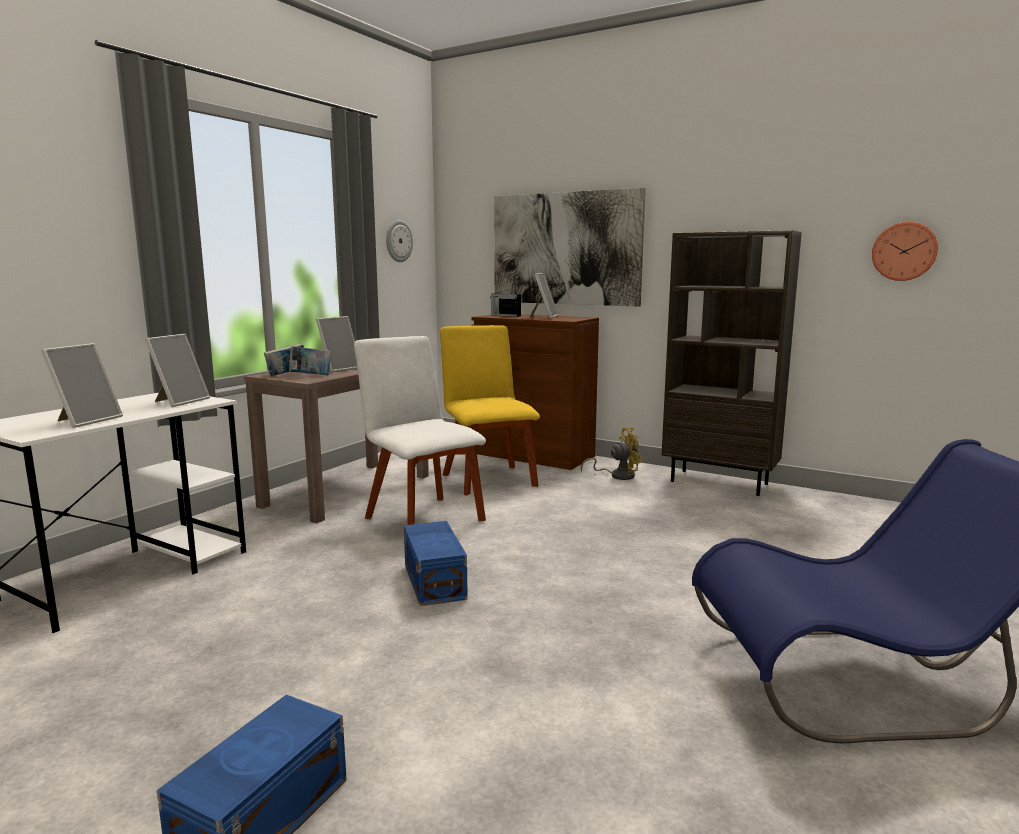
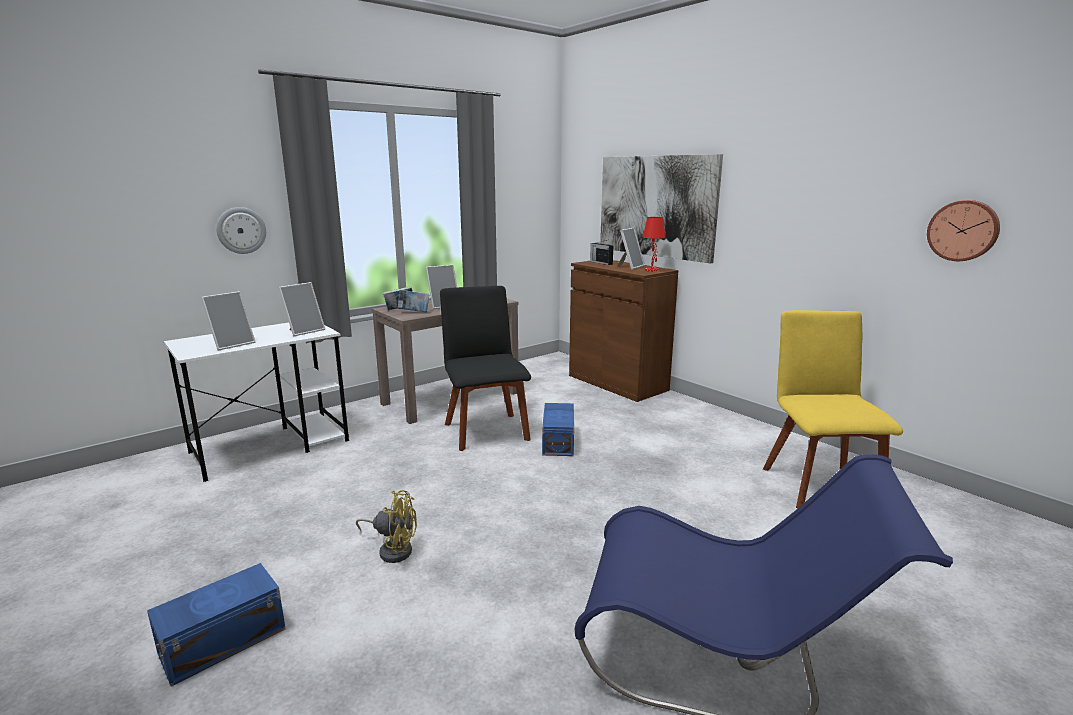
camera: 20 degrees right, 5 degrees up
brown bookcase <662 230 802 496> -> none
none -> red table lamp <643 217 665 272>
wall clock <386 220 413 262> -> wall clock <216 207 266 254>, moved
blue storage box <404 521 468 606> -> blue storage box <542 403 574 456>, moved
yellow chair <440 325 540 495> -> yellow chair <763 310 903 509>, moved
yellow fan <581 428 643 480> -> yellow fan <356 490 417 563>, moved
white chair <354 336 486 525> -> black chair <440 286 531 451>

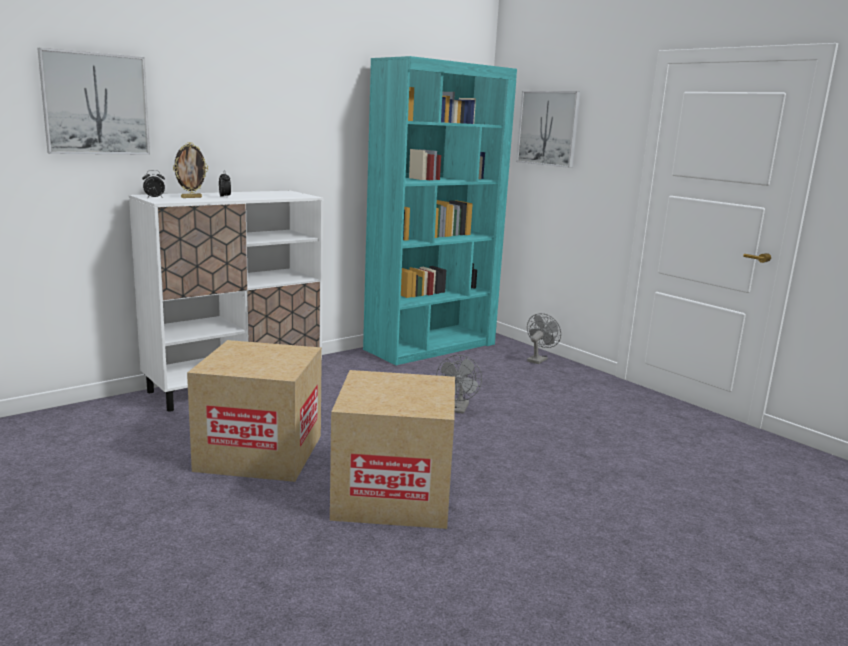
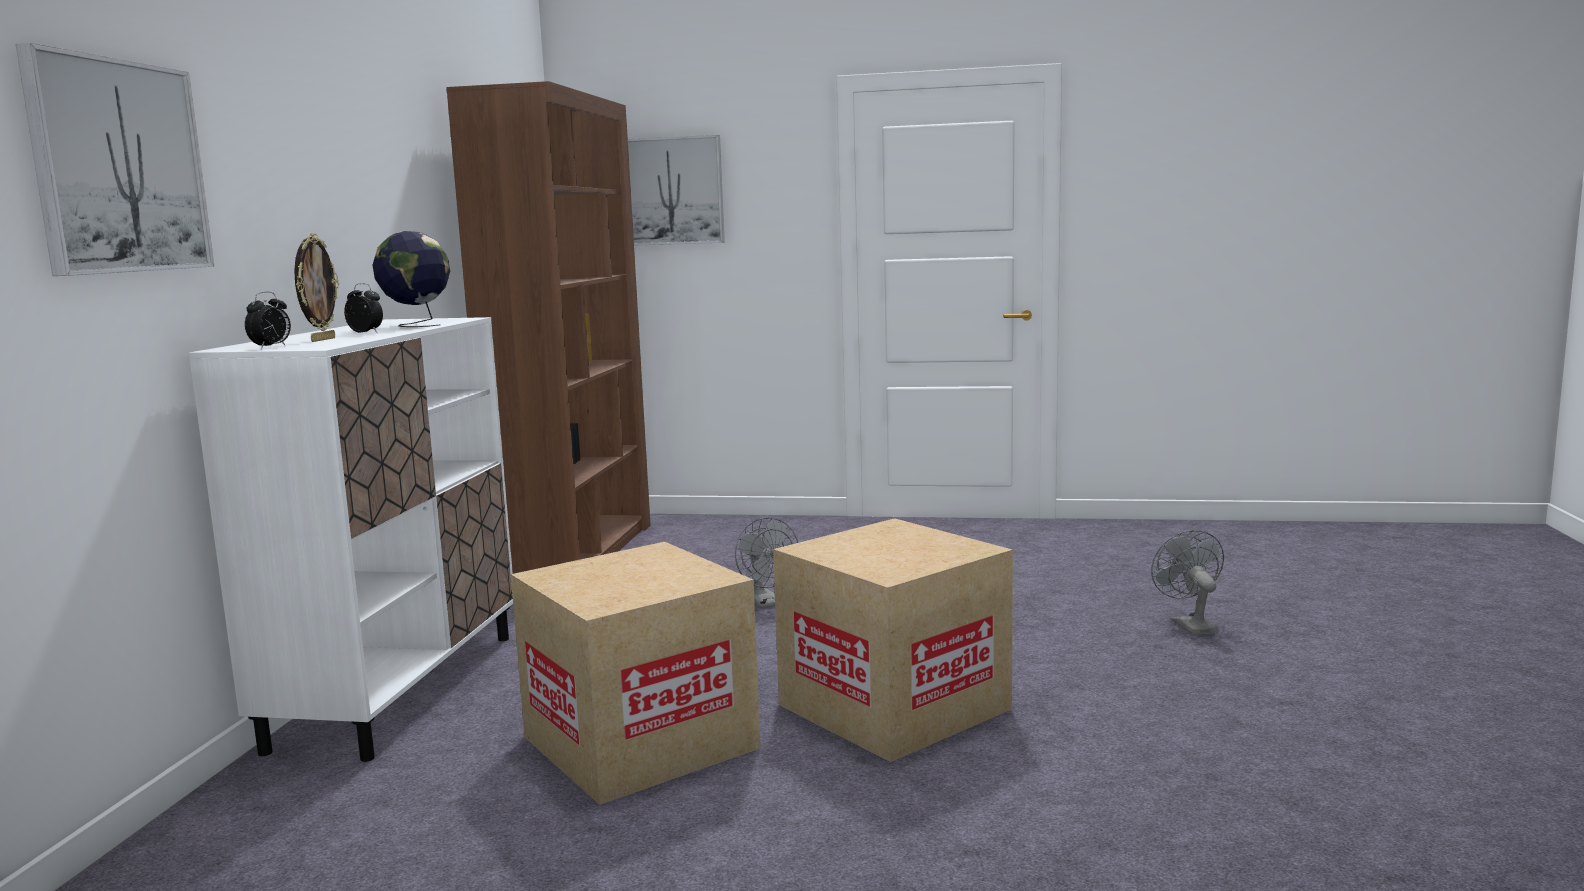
camera: 40 degrees left, 5 degrees down
none -> globe <372 231 450 327>
grey fan <527 313 561 364> -> grey fan <1151 530 1224 635>, moved
turquoise bookcase <363 56 517 365> -> brown bookcase <446 81 651 574>

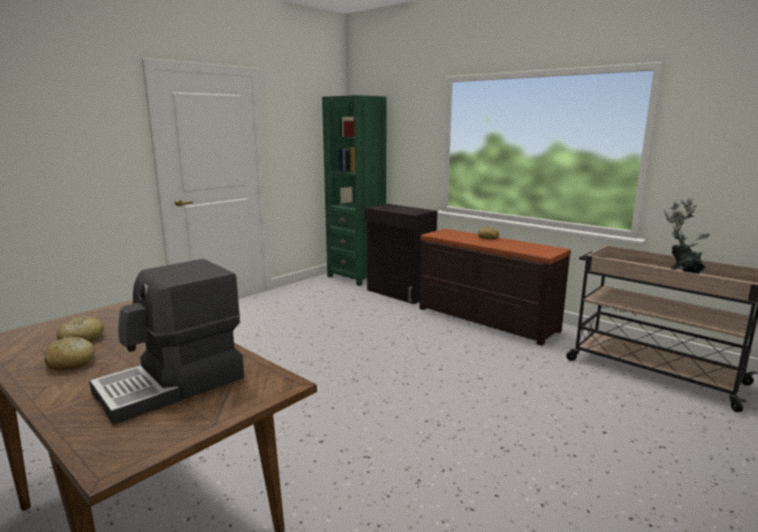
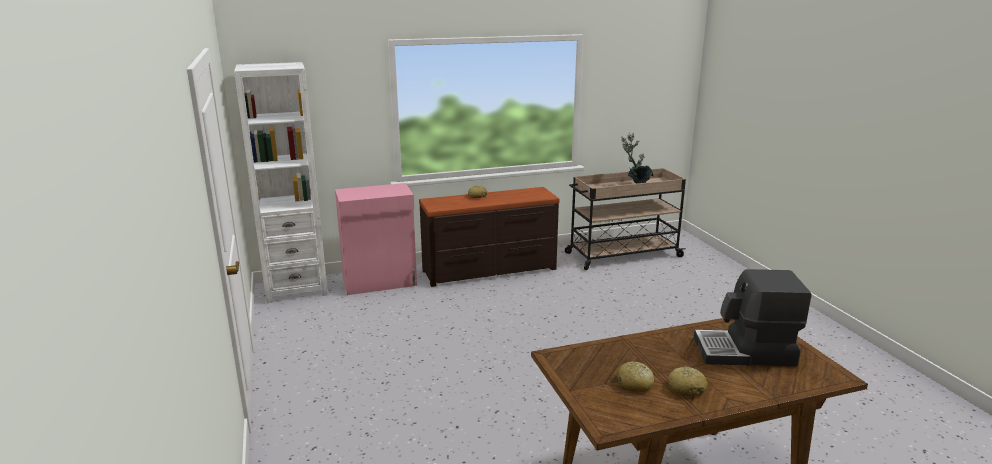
camera: 60 degrees left, 5 degrees up
green bookcase <322 95 387 286> -> white bookcase <234 62 328 303>
black cabinet <365 204 437 304> -> pink cabinet <335 183 417 295>
coffee machine <89 259 244 425> -> coffee machine <694 269 812 366>, 105 degrees clockwise

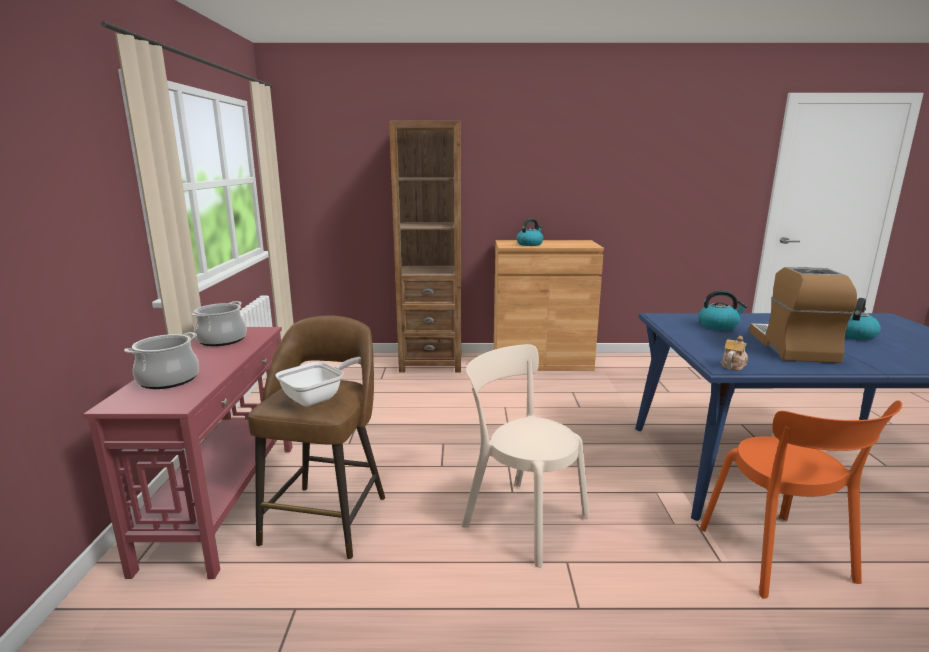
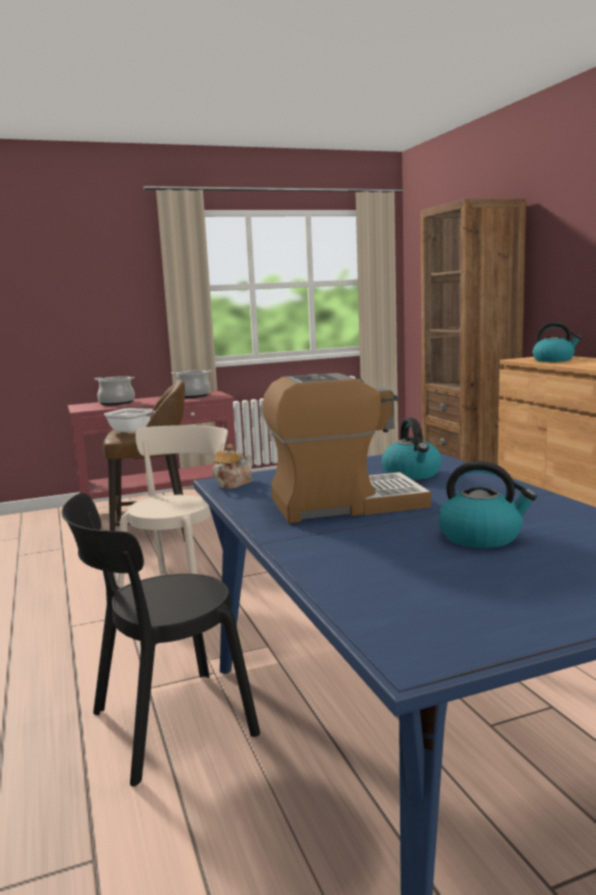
camera: 70 degrees right, 5 degrees down
orange chair <700 400 902 599> -> black chair <61 493 260 787>
teapot <720 336 748 371> -> teapot <212 444 252 489>, 75 degrees counterclockwise

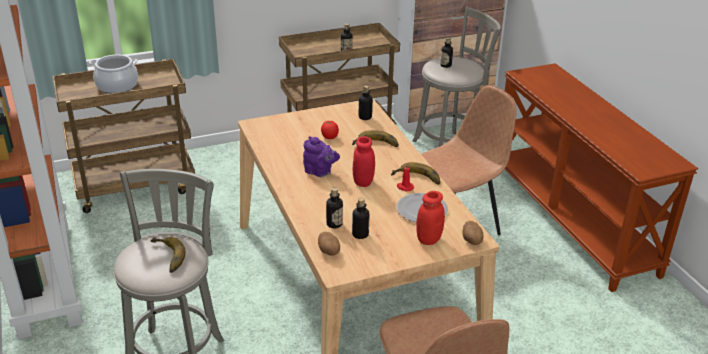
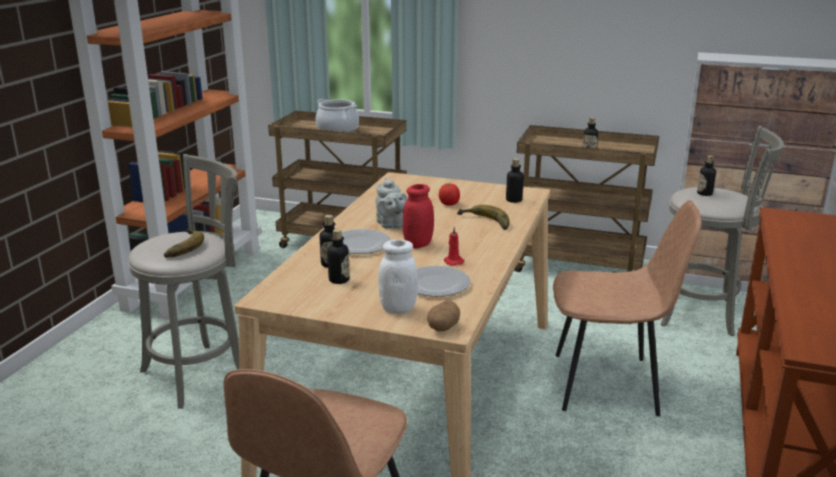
camera: 40 degrees right, 10 degrees down
potato <318 232 340 256> -> none
banana <391 162 440 185> -> none
none -> plate <342 229 391 254>
purple teapot <303 136 340 177> -> grey teapot <376 177 408 229>
red jar <416 191 445 245> -> white jar <378 240 418 314>

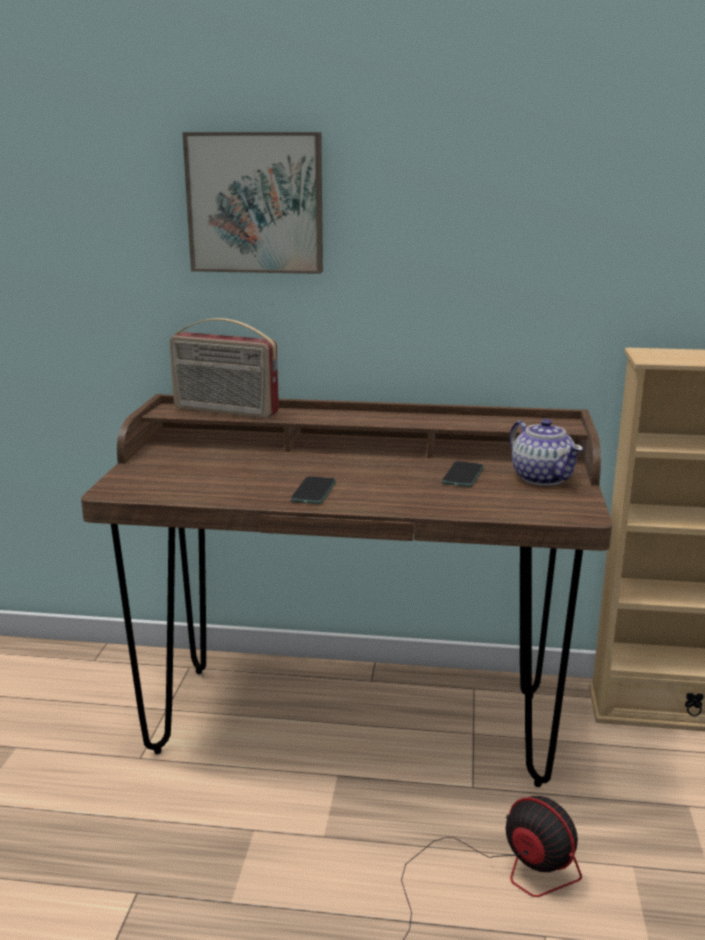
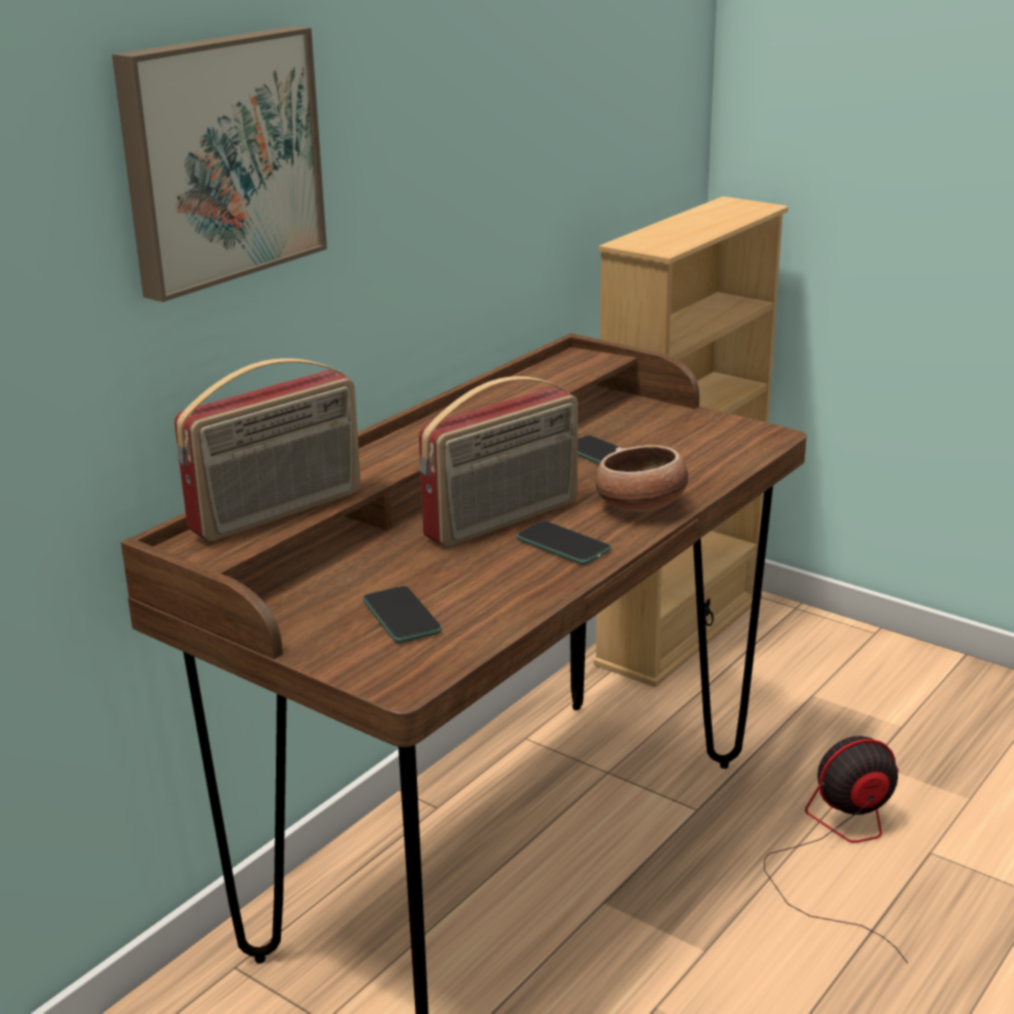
camera: 60 degrees left, 5 degrees up
teapot <510 419 583 486> -> none
none -> phone <363 586 442 643>
none -> radio <419 376 578 547>
none -> bowl <596 445 688 512>

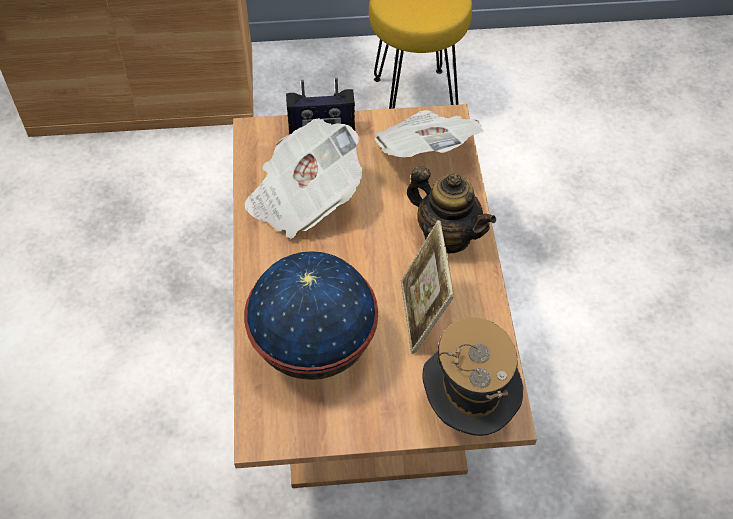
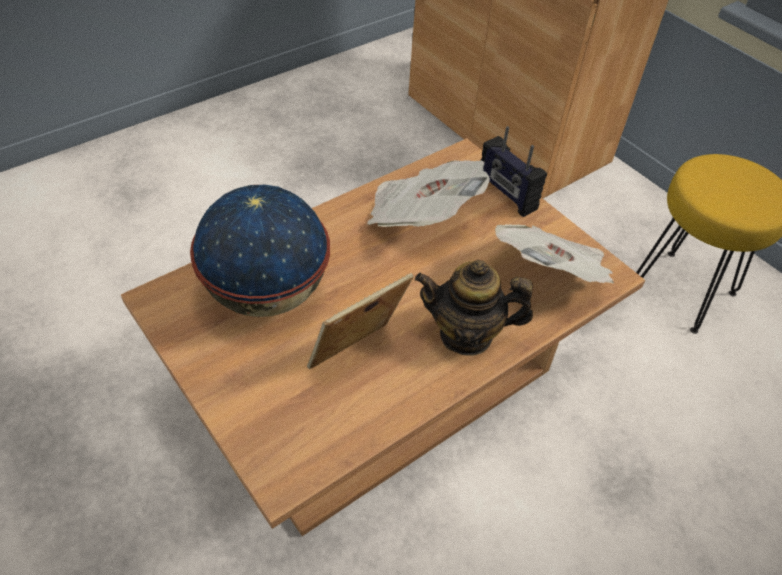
camera: 55 degrees right, 5 degrees down
hat <422 318 523 436> -> none
teapot <407 166 496 253> -> teapot <415 260 533 356>, 90 degrees clockwise

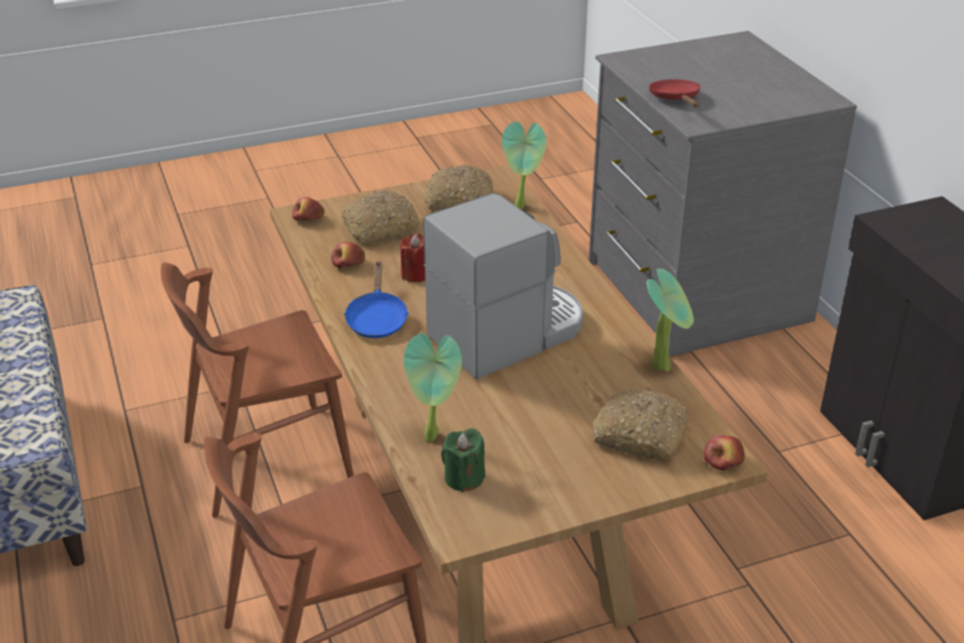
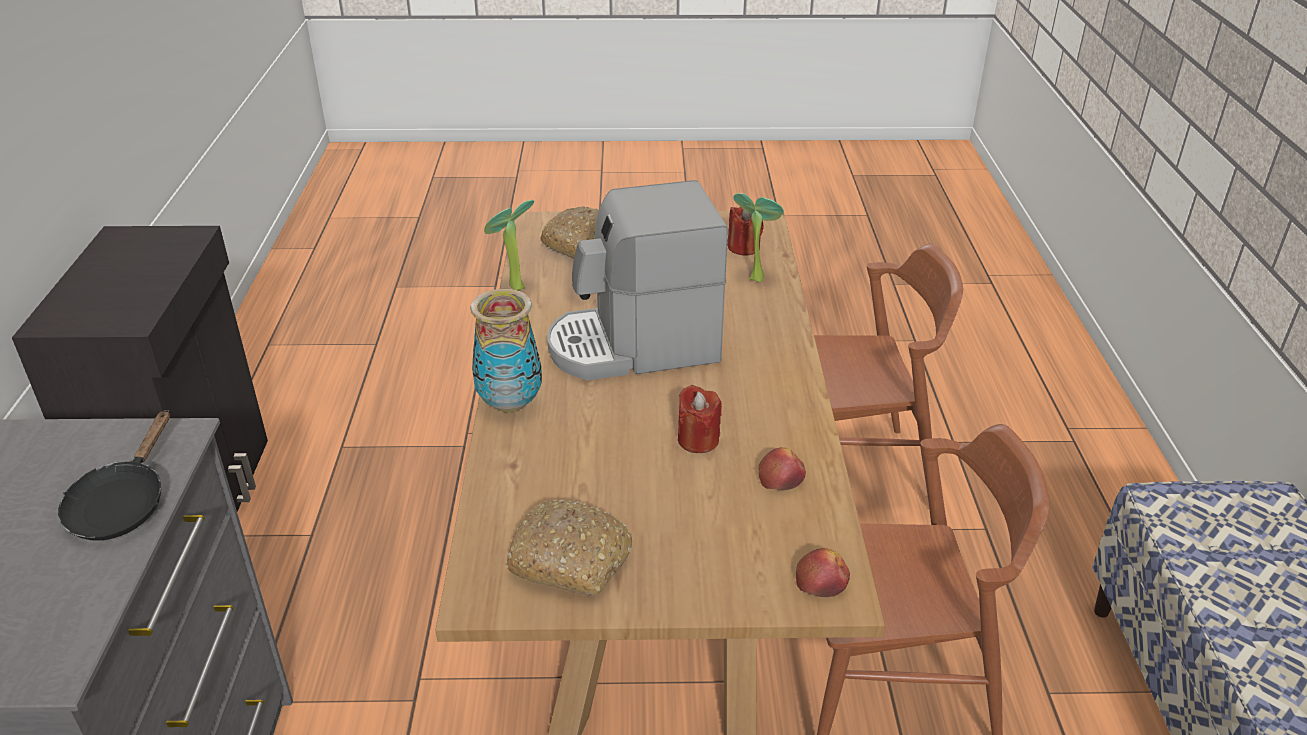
camera: 160 degrees left, 0 degrees up
bread <342 190 419 245> -> none
blue frying pan <344 261 409 338> -> none
potted plant <502 122 546 209> -> none
apple <704 435 745 471> -> none
none -> vase <470 289 542 413>
green candle <441 428 485 492> -> red candle <727 207 764 255>
red frying pan <649 79 701 107> -> black frying pan <58 410 170 541>

